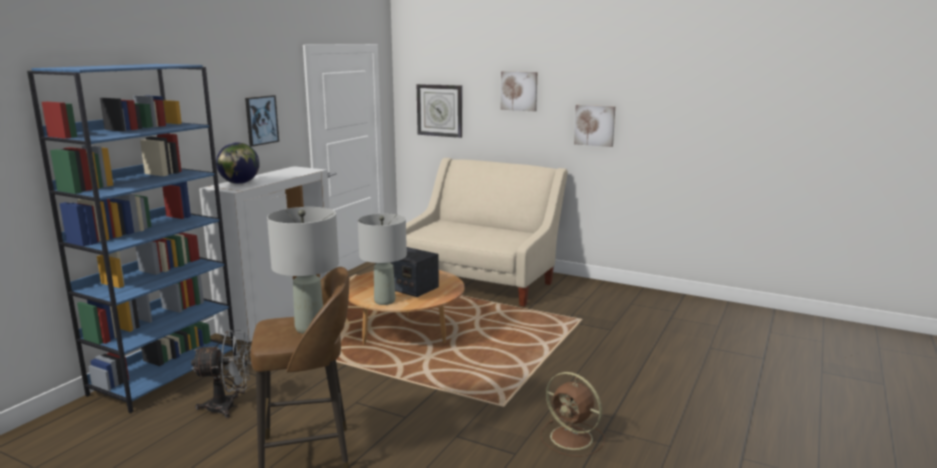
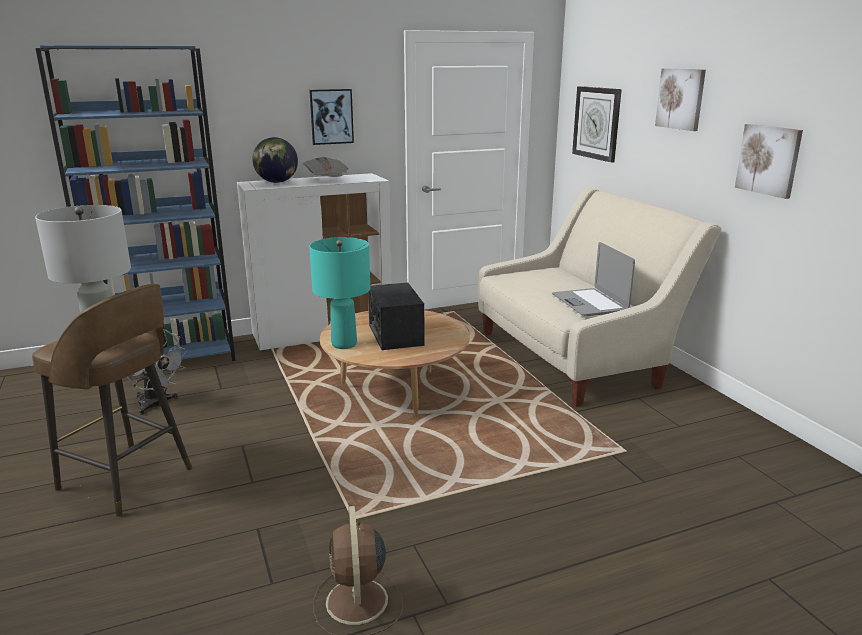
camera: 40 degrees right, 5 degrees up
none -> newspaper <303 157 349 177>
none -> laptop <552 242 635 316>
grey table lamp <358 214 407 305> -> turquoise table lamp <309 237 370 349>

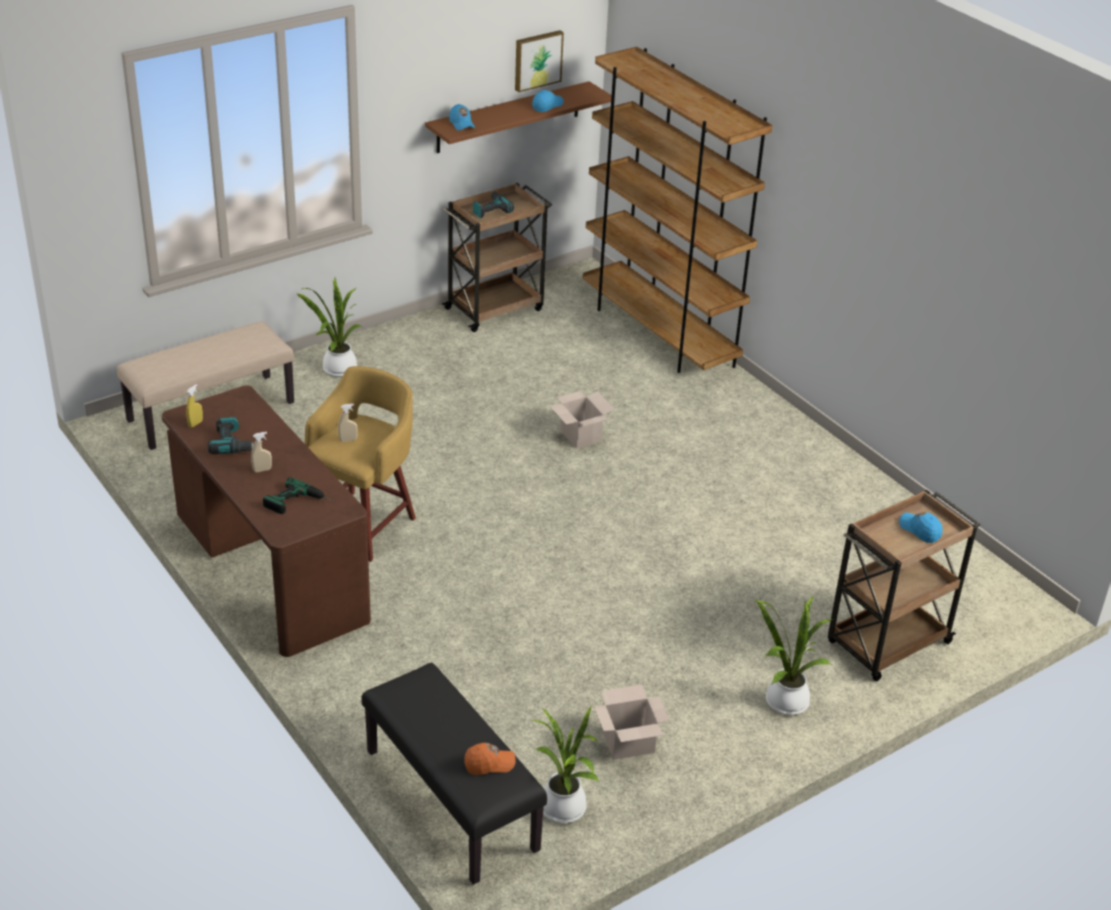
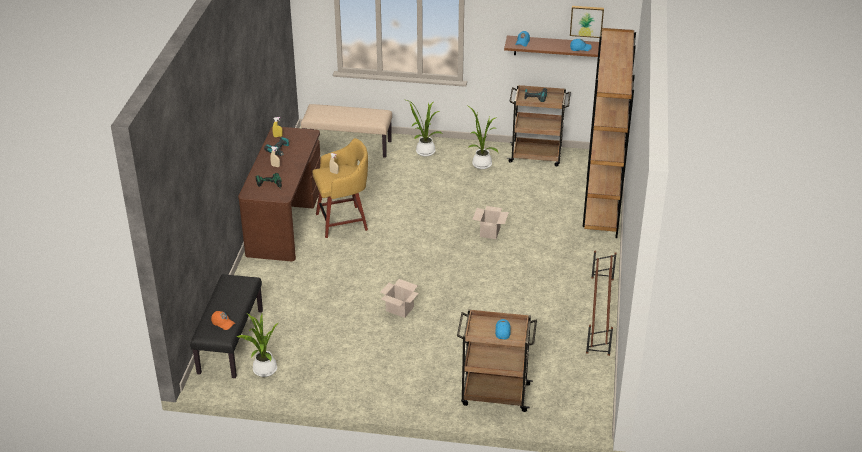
camera: 45 degrees right, 0 degrees up
none -> brown shoe rack <586 251 617 356>
cardboard box <594 684 669 760> -> cardboard box <381 279 419 318>, moved
potted plant <752 596 832 715> -> potted plant <468 106 498 169>, moved

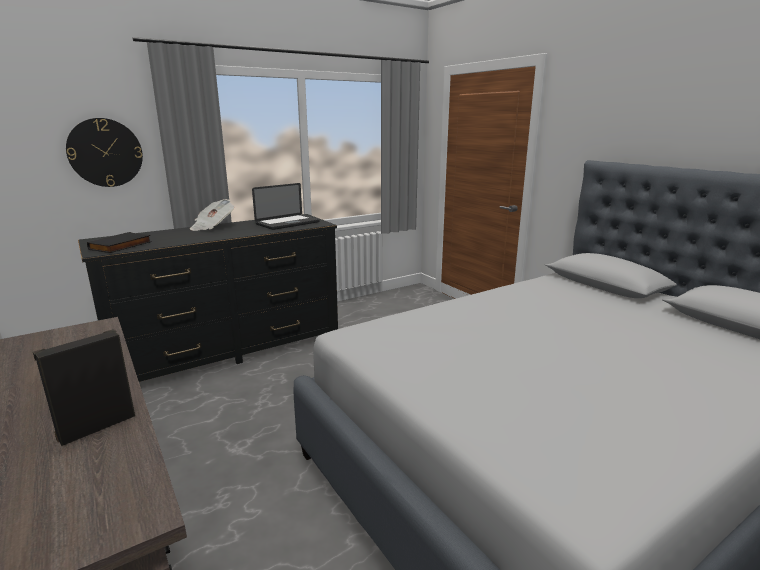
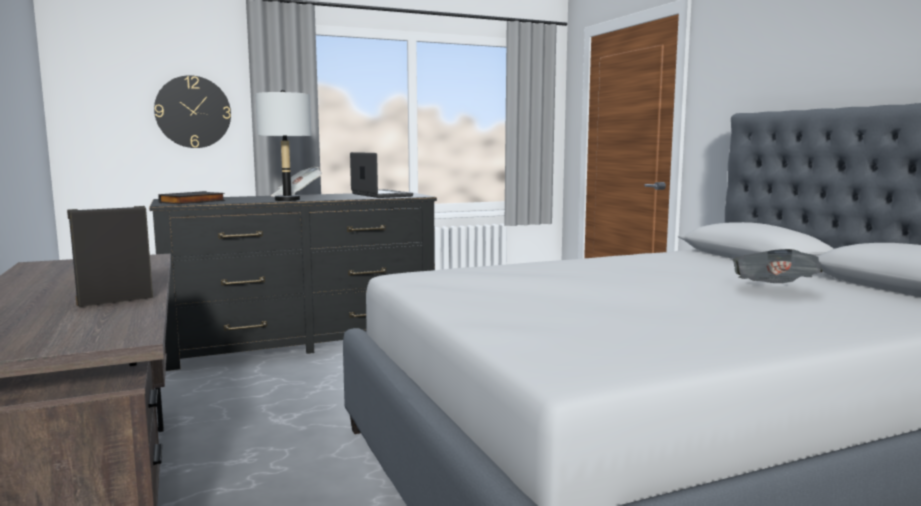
camera: 10 degrees right, 10 degrees down
none -> grey table lamp <255 90 311 201>
none -> newspaper <732 249 823 283>
laptop <252 183 320 230> -> laptop <350 152 413 198>, 90 degrees counterclockwise

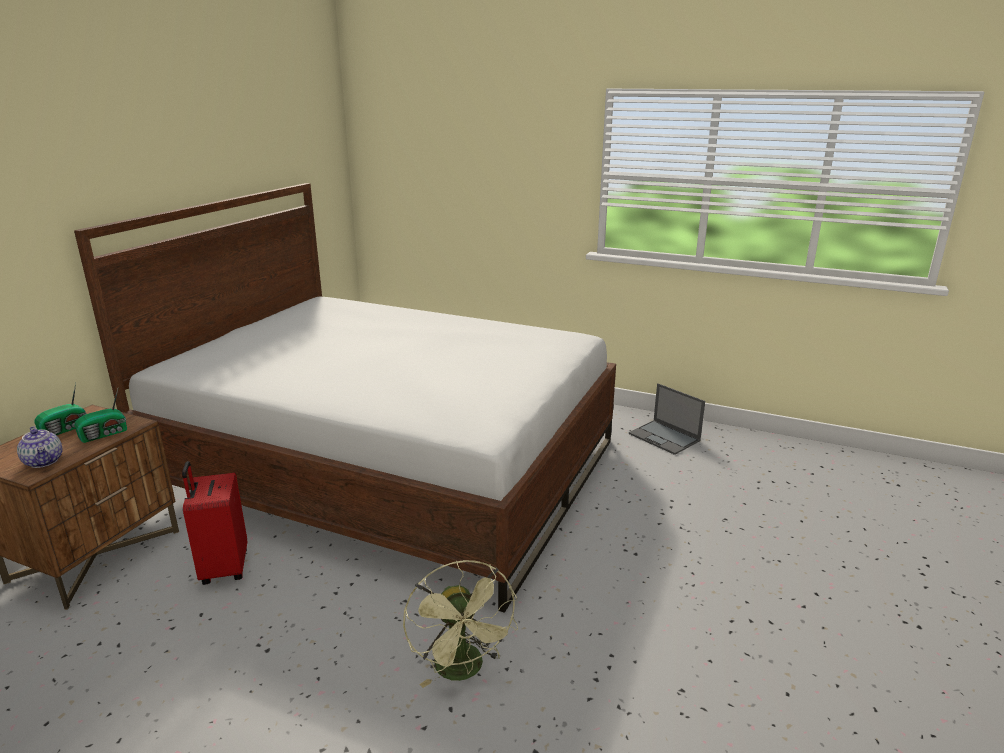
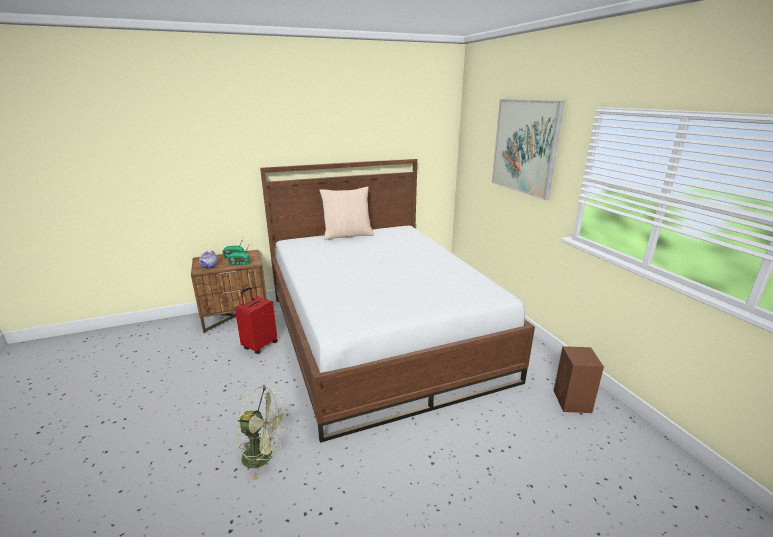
camera: 45 degrees right, 0 degrees up
none -> beige pillow <319 187 374 240>
none -> picture <492 99 564 200>
laptop <629 384 705 455> -> brown speaker <554 346 604 413>
green fan <403 560 518 688> -> green fan <238 386 288 480>, 105 degrees counterclockwise

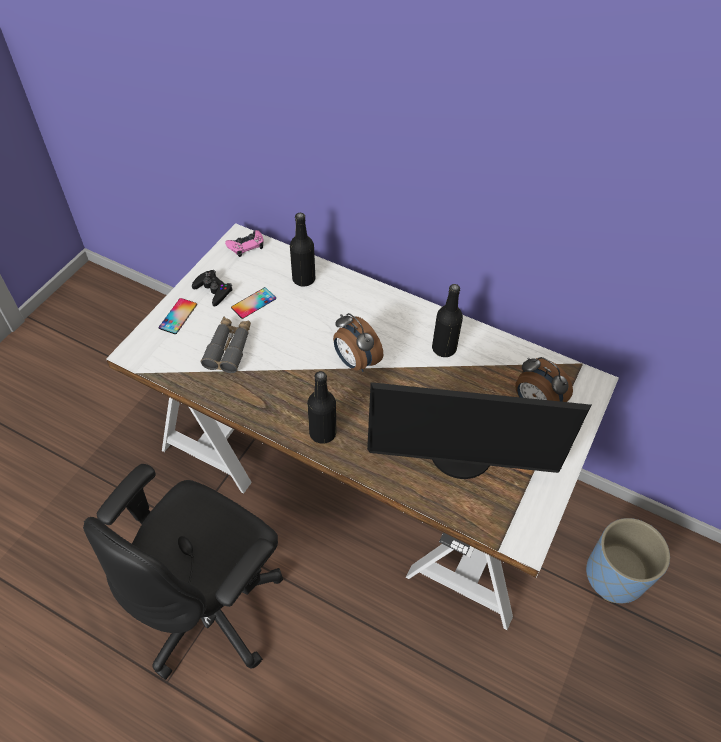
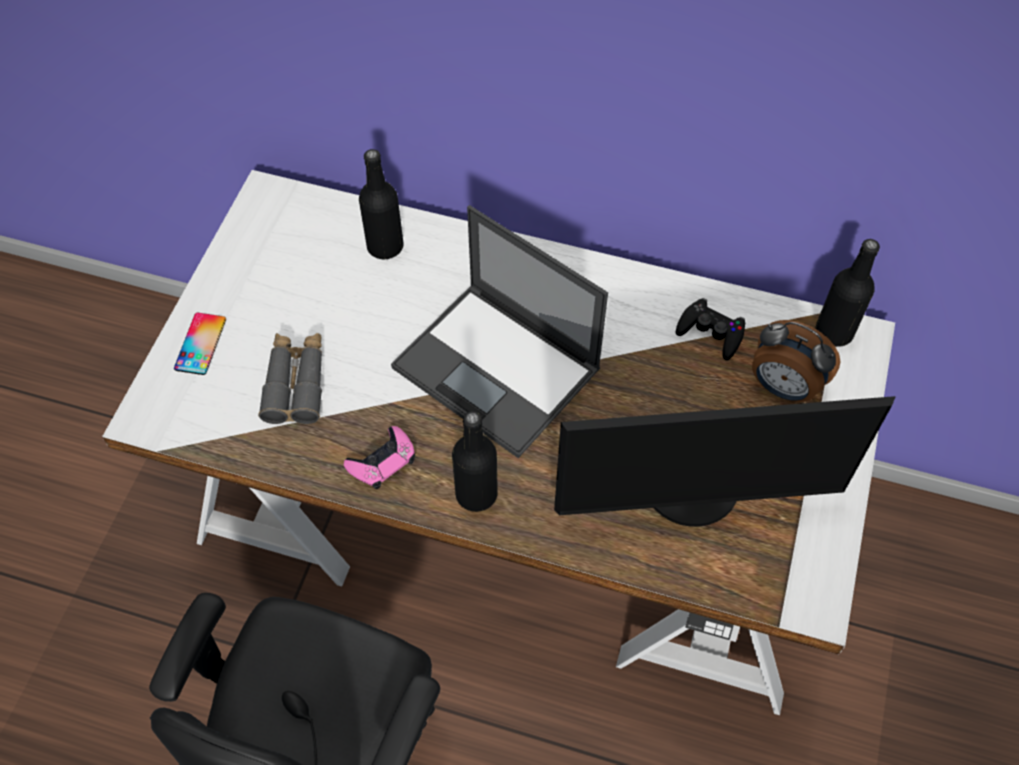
camera: 10 degrees left, 5 degrees up
phone <231 287 276 319> -> none
blue planter <586 518 670 603> -> none
black game controller <192 270 233 306> -> black game controller <676 298 745 361>, moved
pink game controller <225 230 263 257> -> pink game controller <344 426 415 489>, moved
black bottle <432 284 463 357> -> black bottle <816 239 880 347>, moved
alarm clock <333 313 383 372> -> laptop <391 205 608 458>

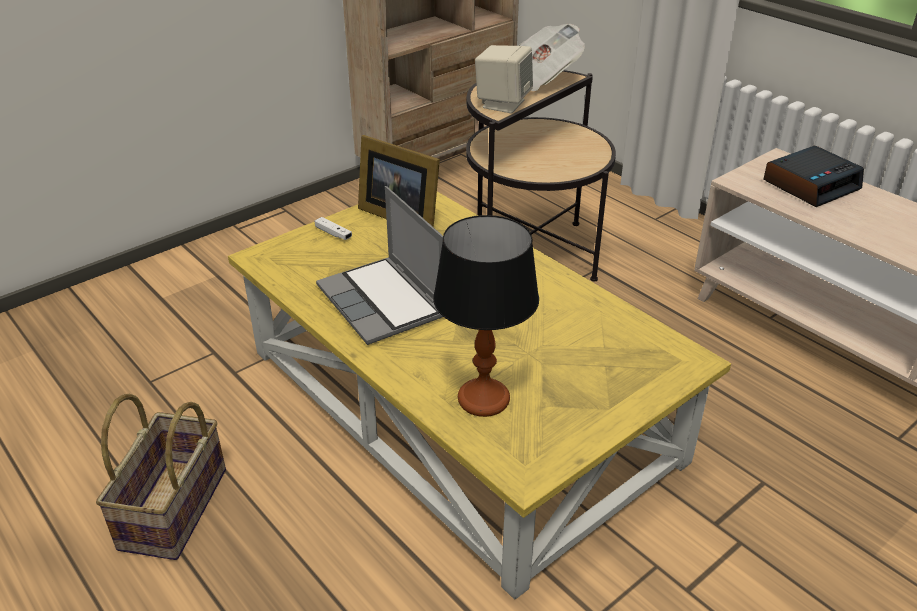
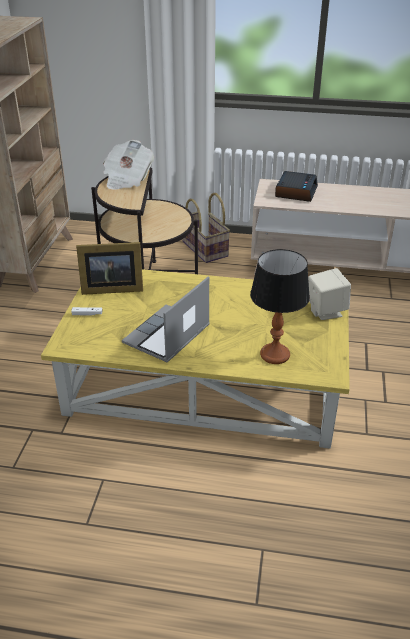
camera: 40 degrees left, 0 degrees up
basket <96 394 226 560> -> basket <182 193 230 263>, moved
beige speaker <475 45 533 114> -> beige speaker <308 268 351 320>, moved
laptop <316 186 443 345> -> laptop <122 276 210 363>, 105 degrees clockwise

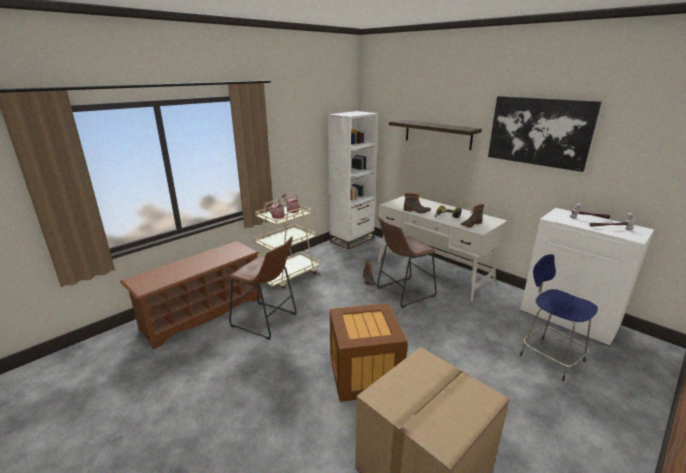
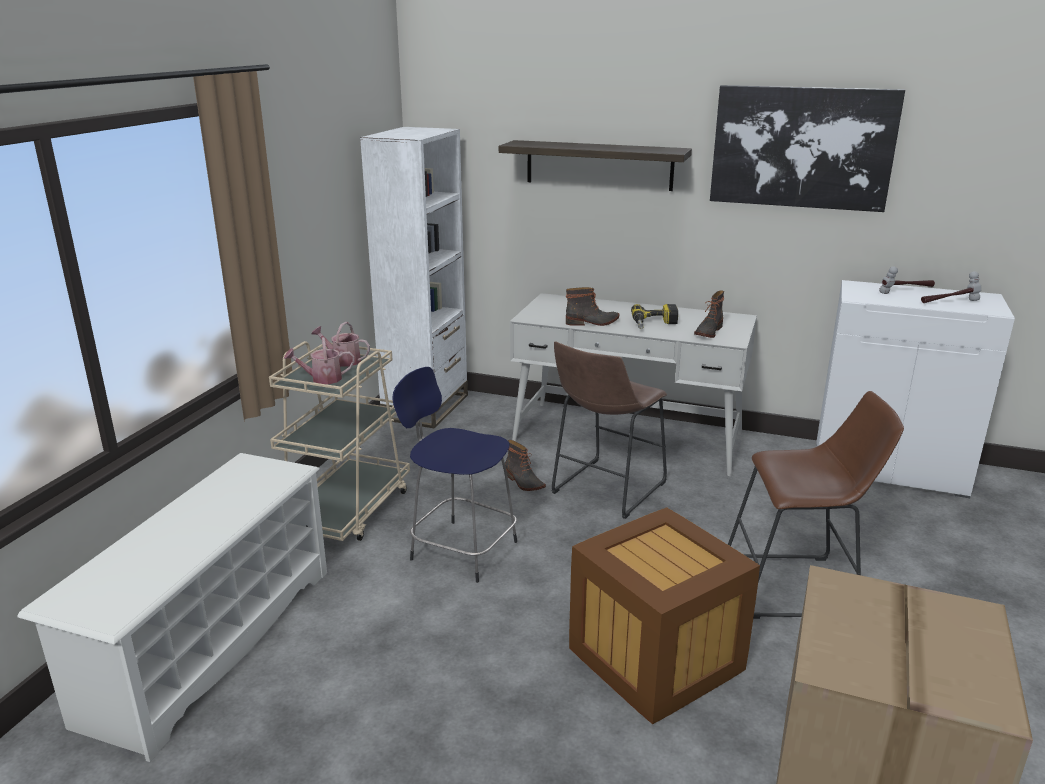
camera: 25 degrees left, 0 degrees up
brown stool <228 236 297 340> -> brown stool <728 391 904 619>, moved
blue stool <520 254 598 381> -> blue stool <392 367 517 583>, moved
brown shoe rack <120 241 261 349> -> white shoe rack <18 453 327 762>

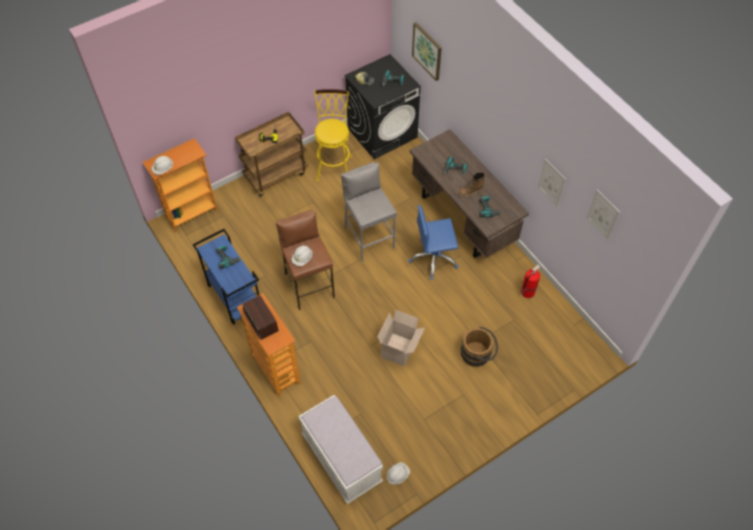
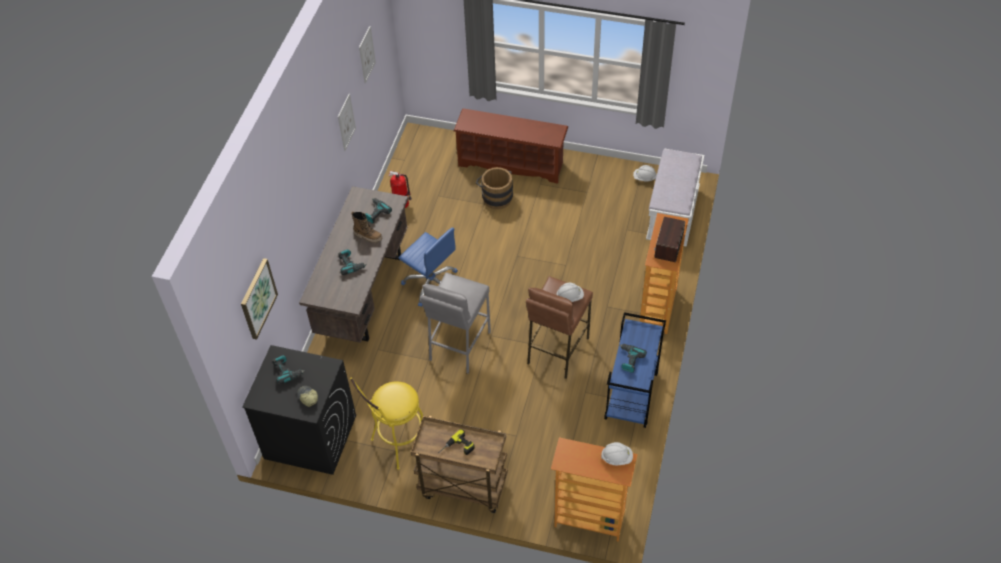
camera: 130 degrees left, 5 degrees down
cardboard box <377 310 425 366> -> none
none -> brown shoe rack <454 108 568 184>

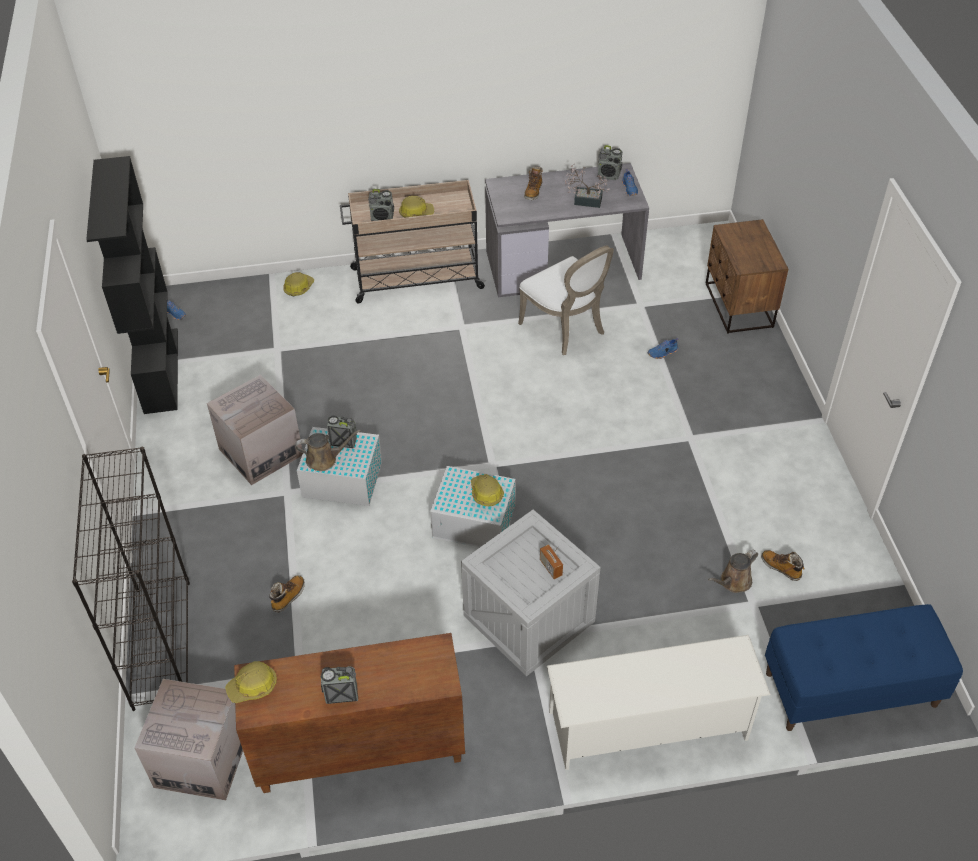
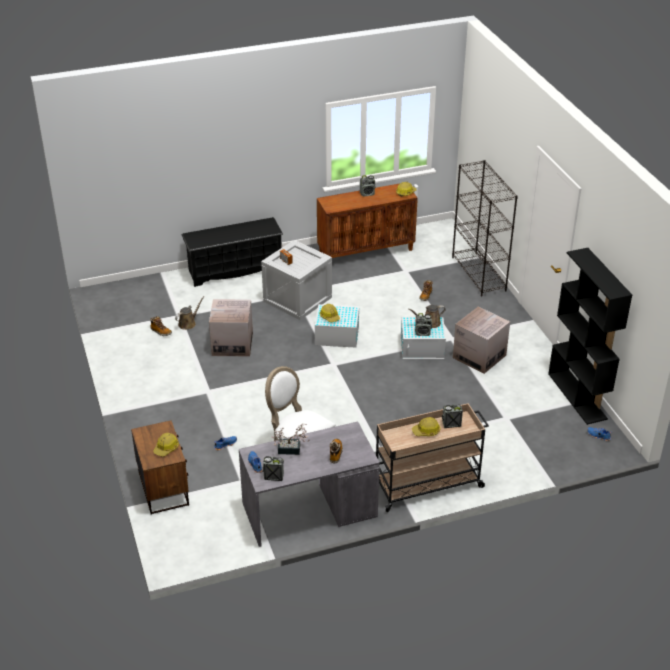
camera: 170 degrees right, 10 degrees down
blue bench <765 604 963 731> -> none
cardboard box <134 679 243 800> -> cardboard box <209 299 253 357>, moved
hard hat <283 272 314 296> -> hard hat <153 433 179 457>, moved
white shoe rack <547 635 771 770> -> black shoe rack <181 217 283 287>

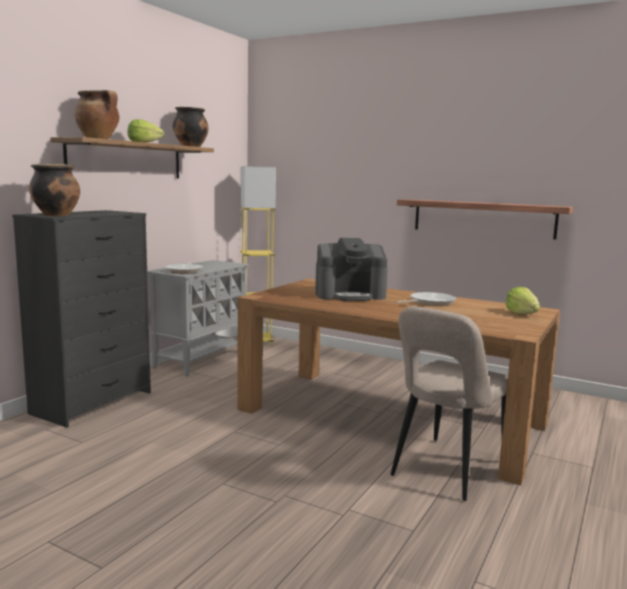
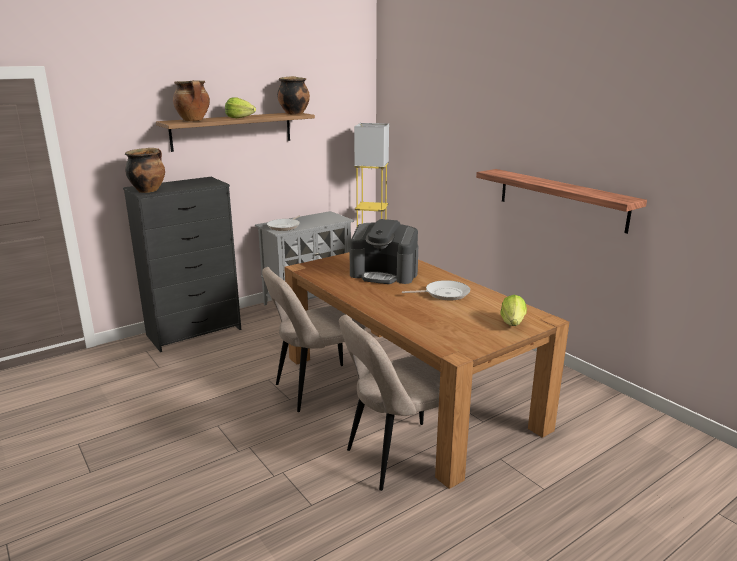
camera: 25 degrees right, 10 degrees up
none -> beige chair <262 267 366 412>

